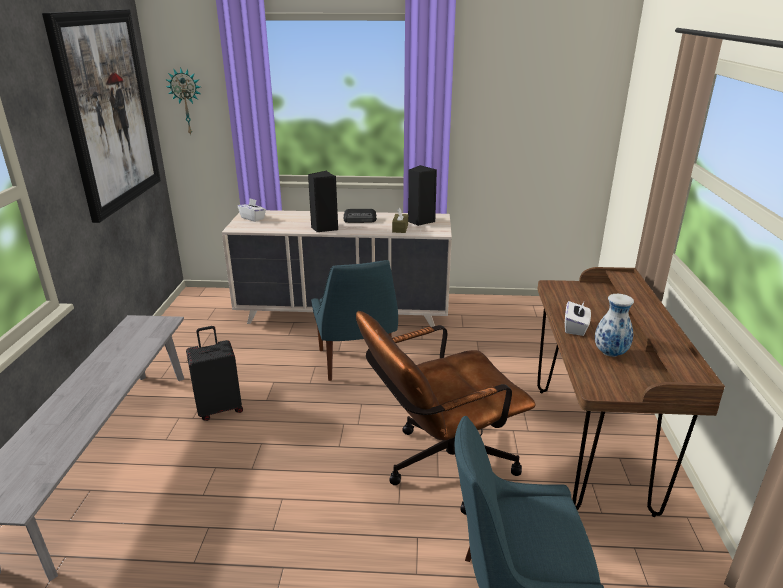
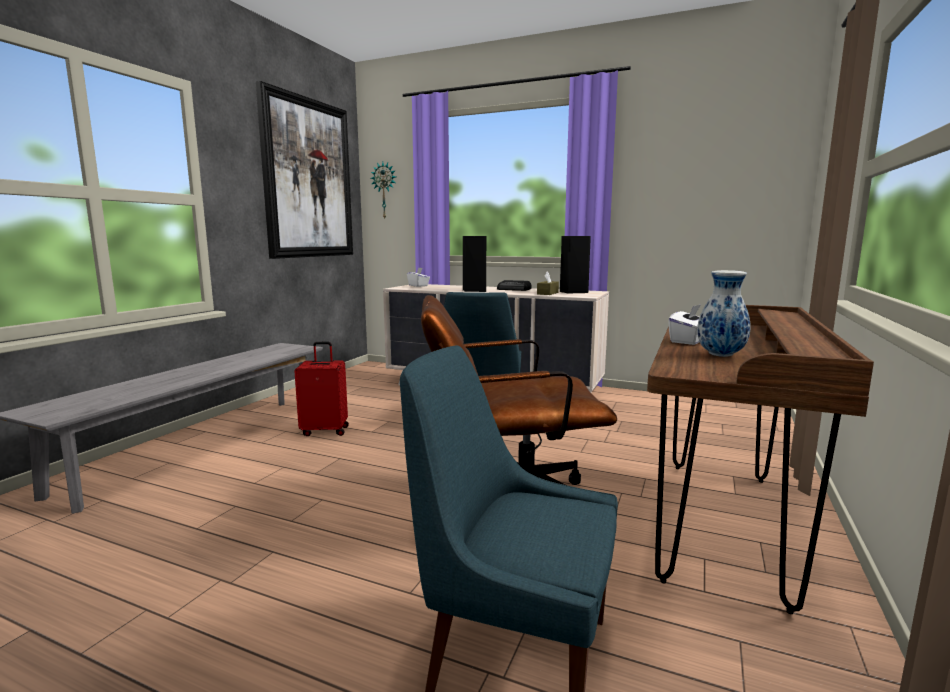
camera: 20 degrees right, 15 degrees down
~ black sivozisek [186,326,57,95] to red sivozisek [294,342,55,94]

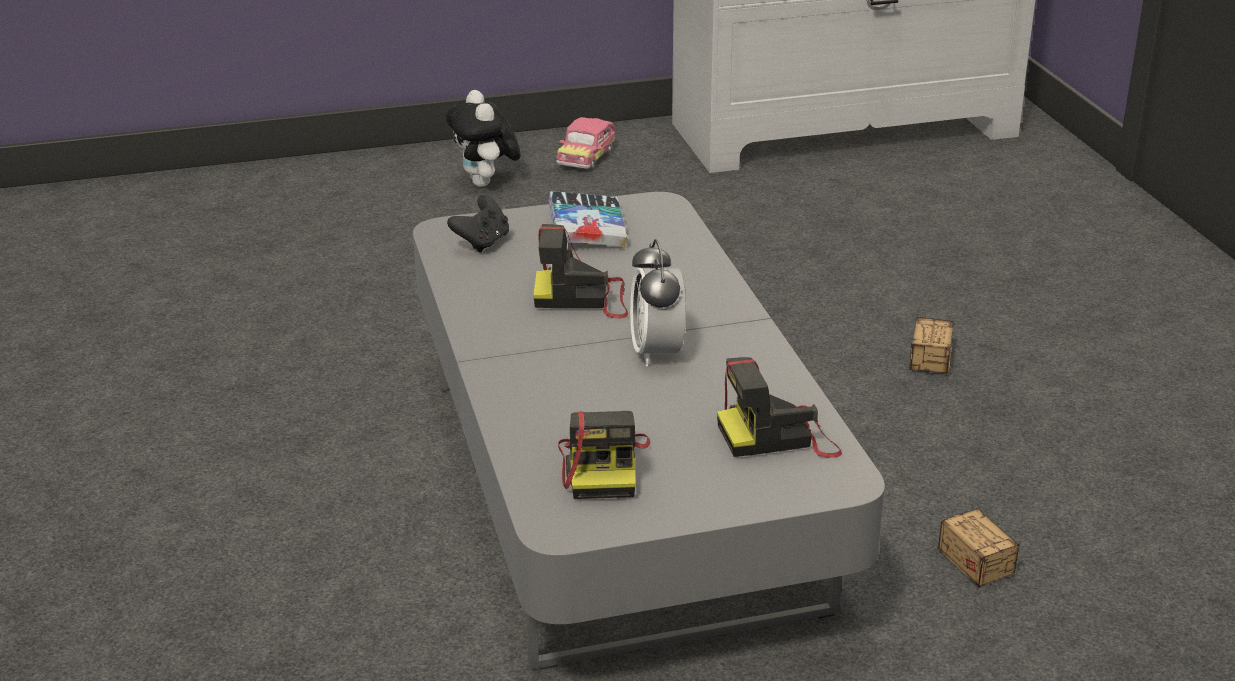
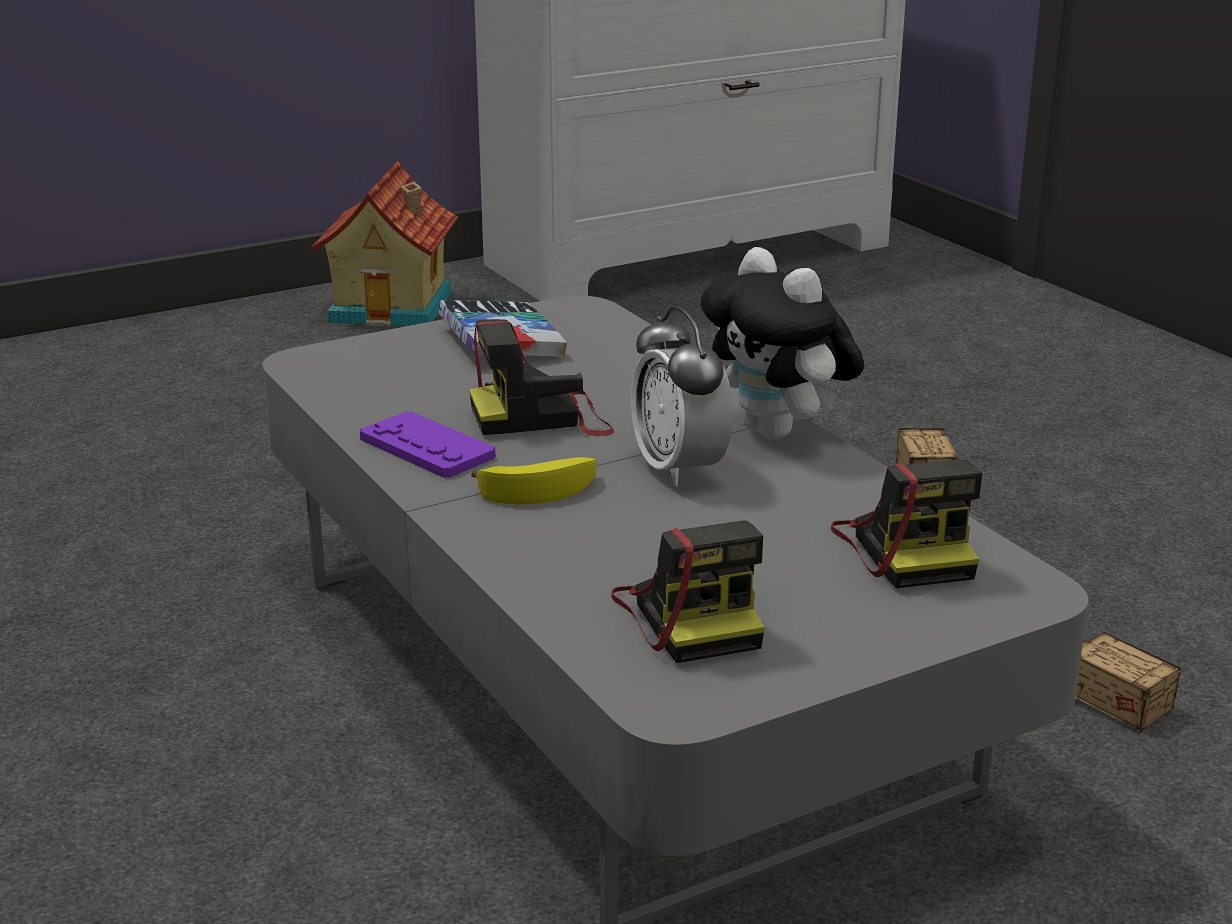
camera: 15 degrees left, 5 degrees down
~ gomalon [446,90,75,97] to [701,247,163,193]
~ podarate [556,117,59,53] to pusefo [311,161,147,166]
- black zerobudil [447,195,62,57]
~ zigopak [717,357,125,101] = [831,459,151,129] 75 degrees counterclockwise
+ purple zerobudil [360,412,135,66]
+ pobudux [471,457,125,47]

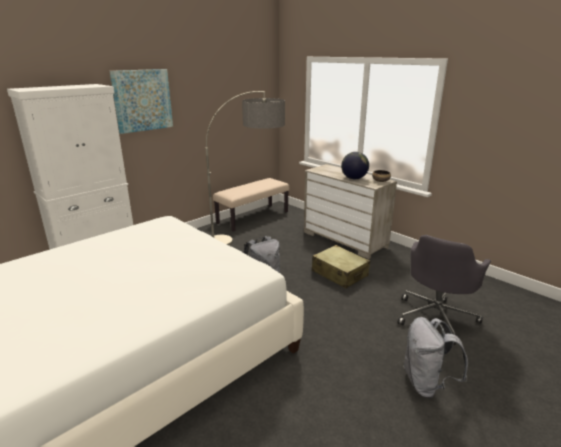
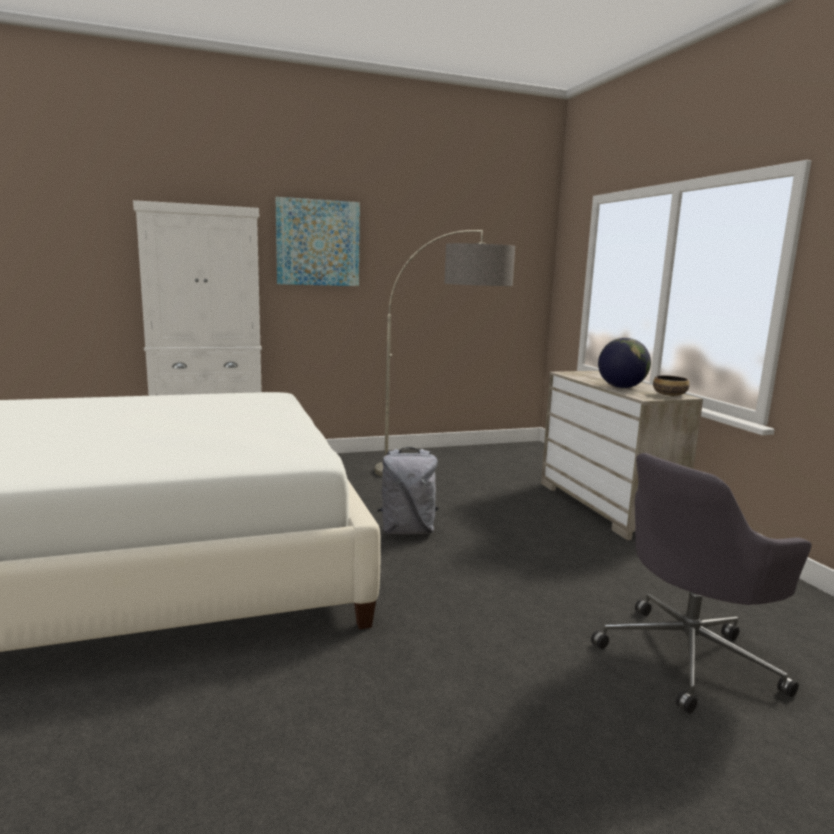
camera: 25 degrees right, 10 degrees down
- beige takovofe [213,178,77,54]
- beige sivozisek [312,245,58,43]
- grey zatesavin [403,317,65,81]

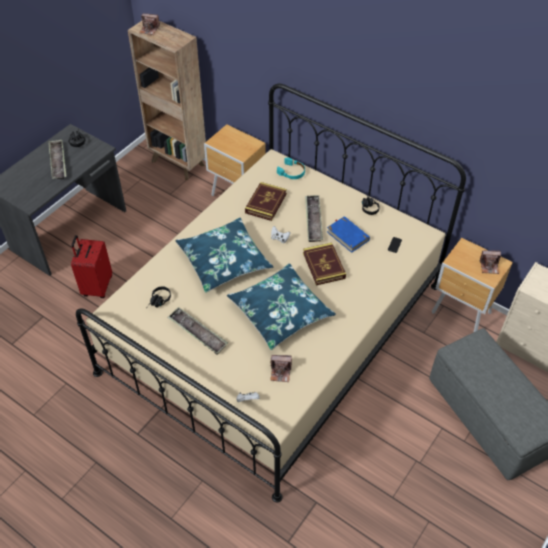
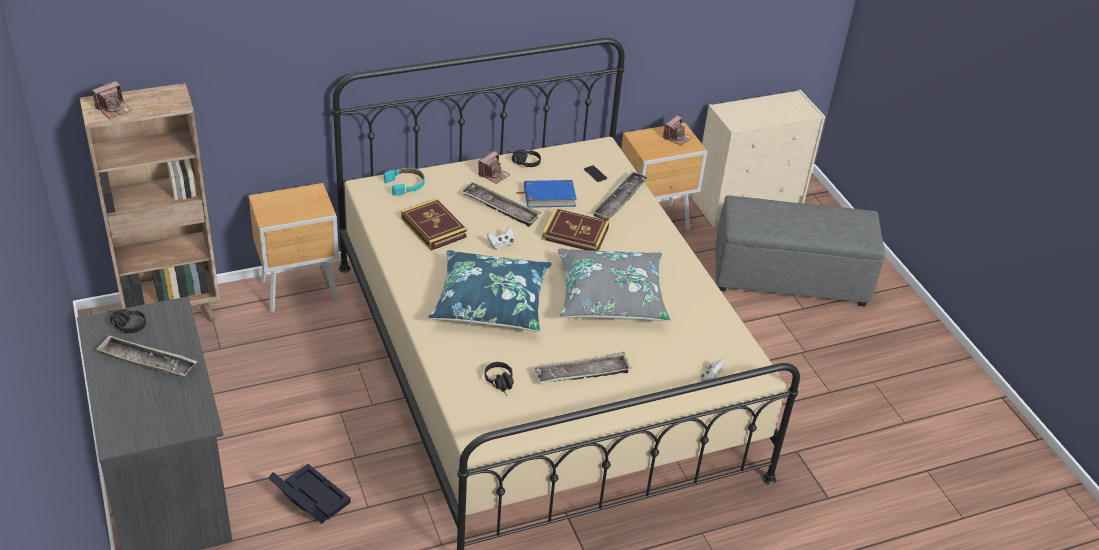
camera: 60 degrees left, 10 degrees down
~ red sivozisek [71,235,41,63] to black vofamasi [268,464,83,60]
~ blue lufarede [227,264,109,86] to grey lufarede [558,249,113,72]
~ zigopak [270,355,22,27] to [478,150,32,34]
+ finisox [592,171,56,50]

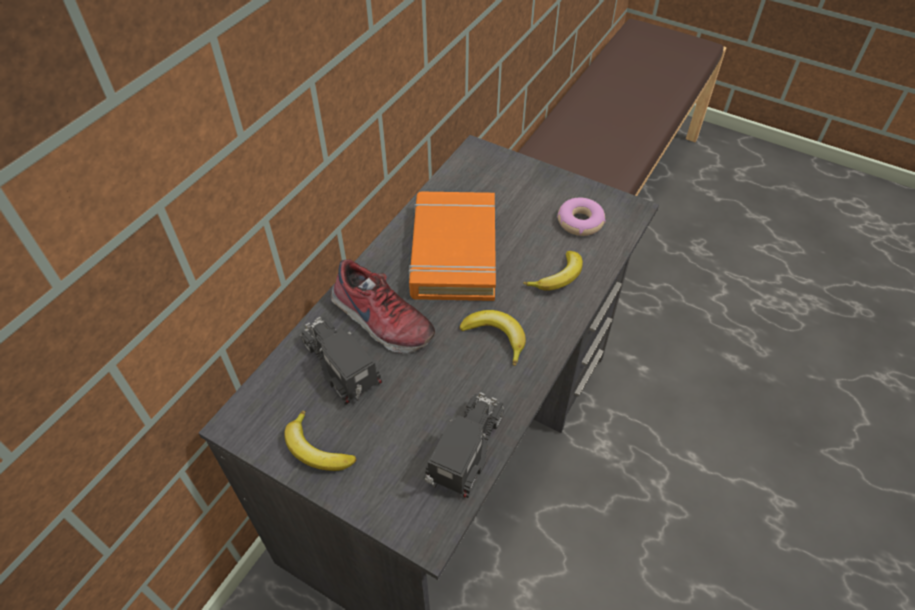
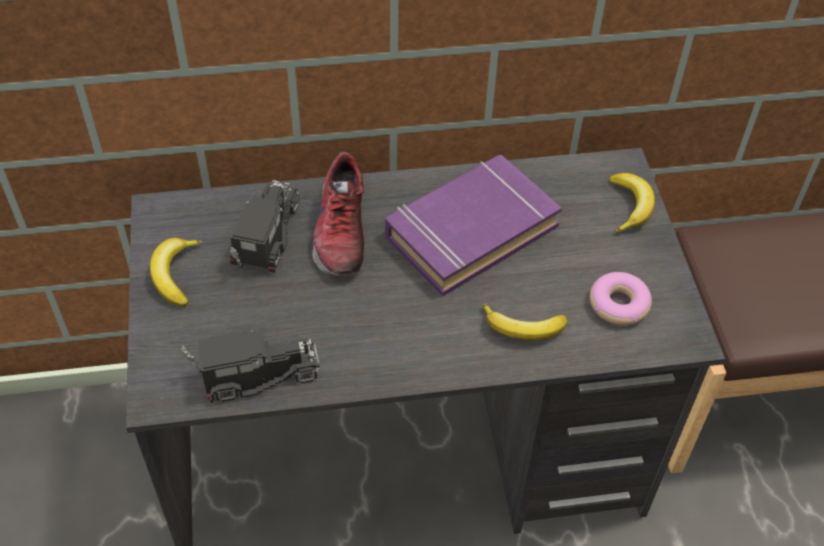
camera: 50 degrees right, 0 degrees up
~ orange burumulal [409,192,87,109] to purple burumulal [385,155,177,141]
~ pobudux [459,310,67,56] to [609,173,46,59]

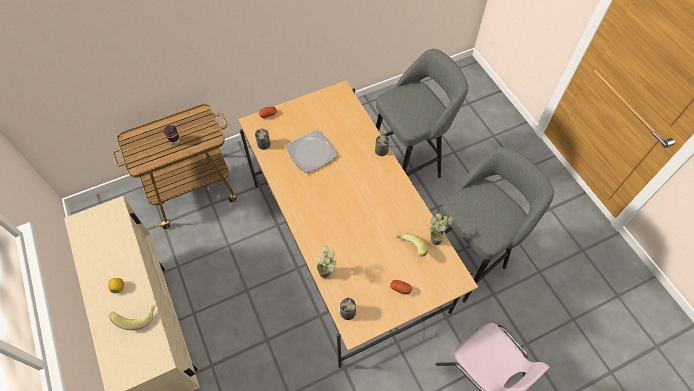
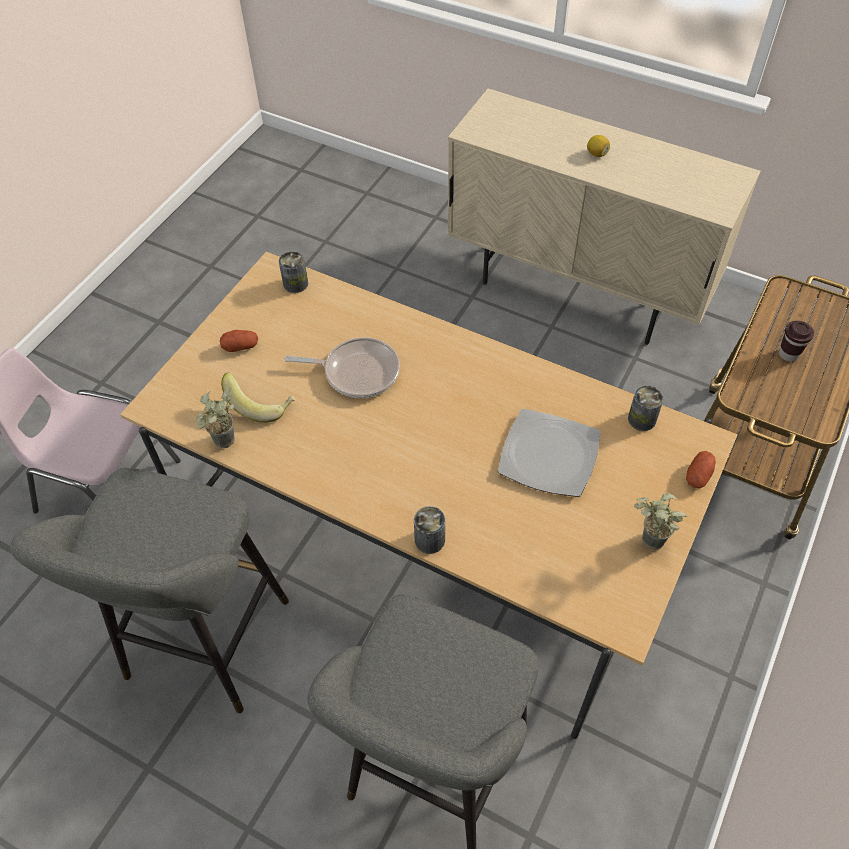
camera: 145 degrees right, 5 degrees down
~ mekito [317,246,19,32] to [634,493,54,57]
- pobudux [110,305,46,25]
+ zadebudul [284,337,116,61]

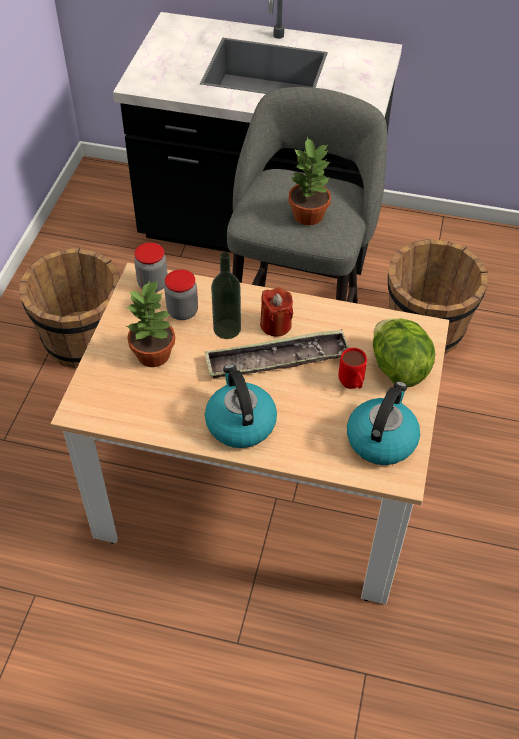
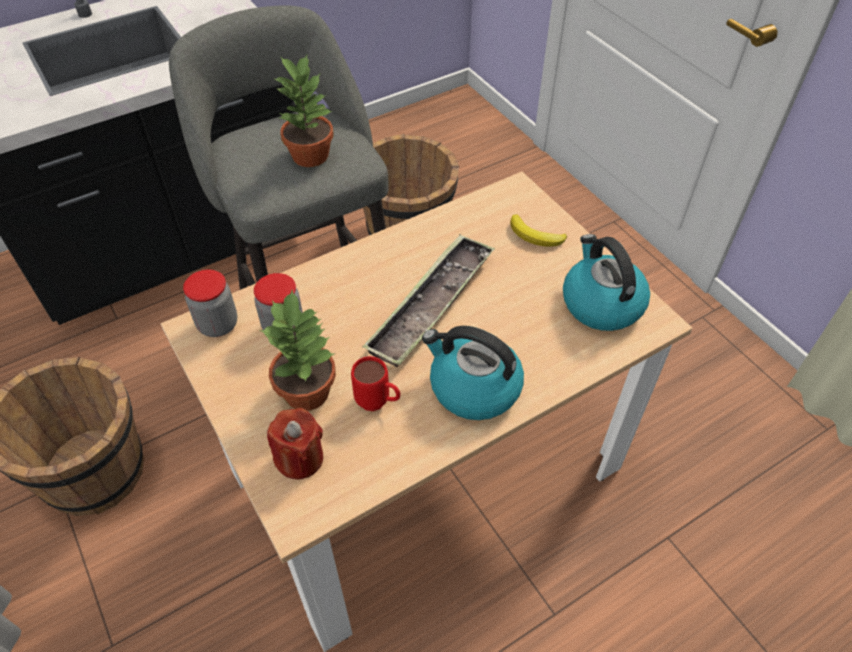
camera: 45 degrees left, 0 degrees up
- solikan [211,252,30,87]
~ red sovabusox [260,287,33,49] to [267,408,56,71]
~ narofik [373,318,62,70] to pobudux [510,214,57,33]
~ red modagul [338,348,29,41] to [351,356,49,55]

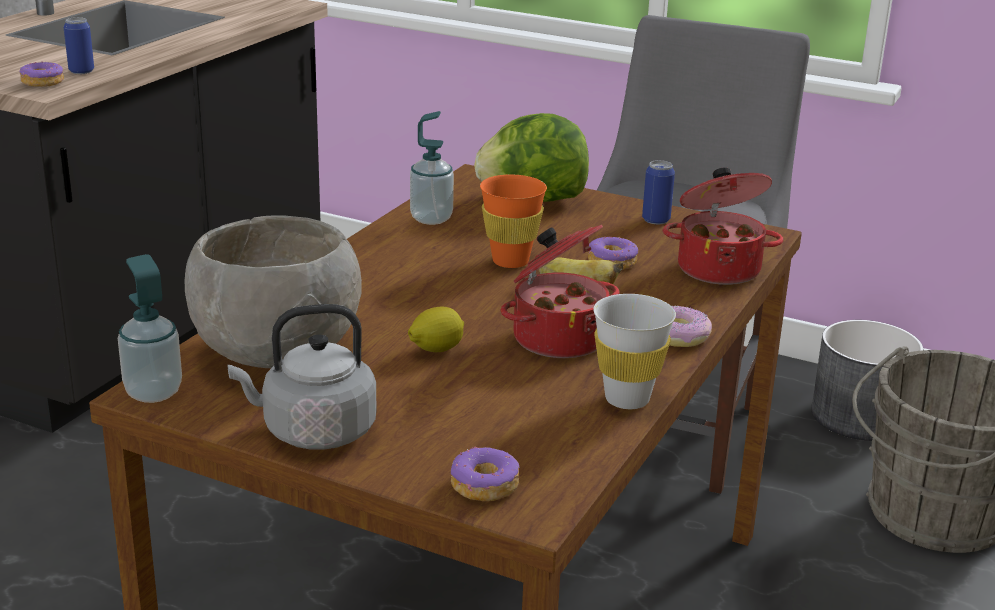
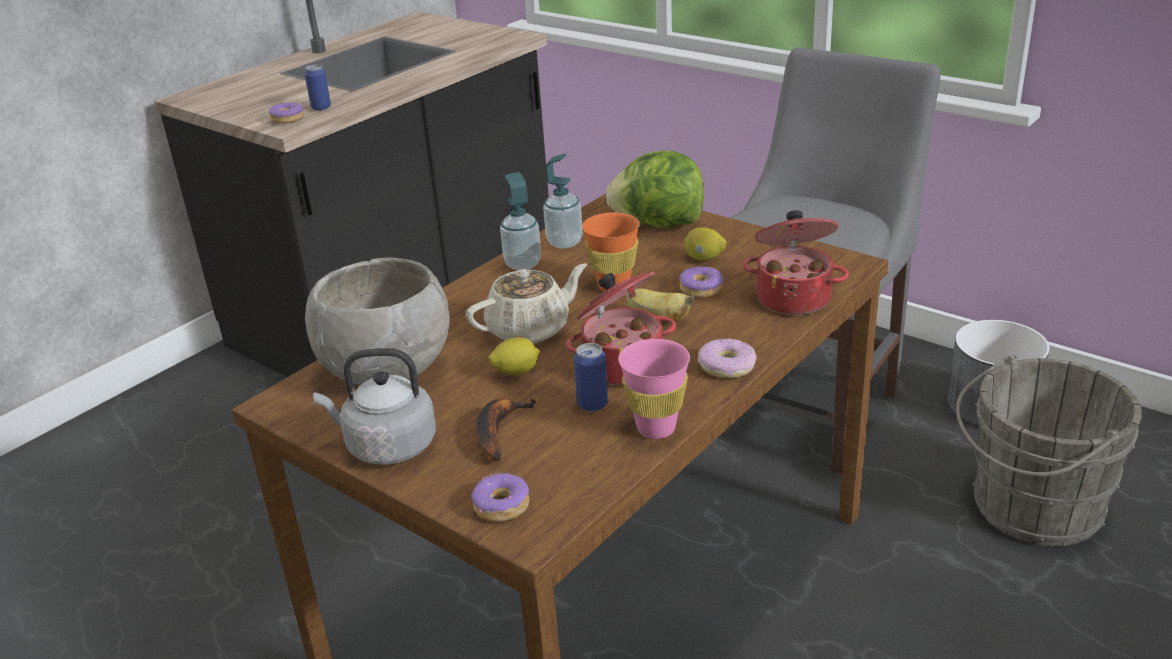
camera: 15 degrees right, 5 degrees up
~ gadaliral [642,160,33,64] to [574,343,34,69]
~ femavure [118,254,64,149] to [500,172,41,98]
~ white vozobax [593,294,83,115] to pink vozobax [618,339,72,100]
+ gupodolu [684,227,43,33]
+ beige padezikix [466,263,121,81]
+ pobudux [476,398,60,63]

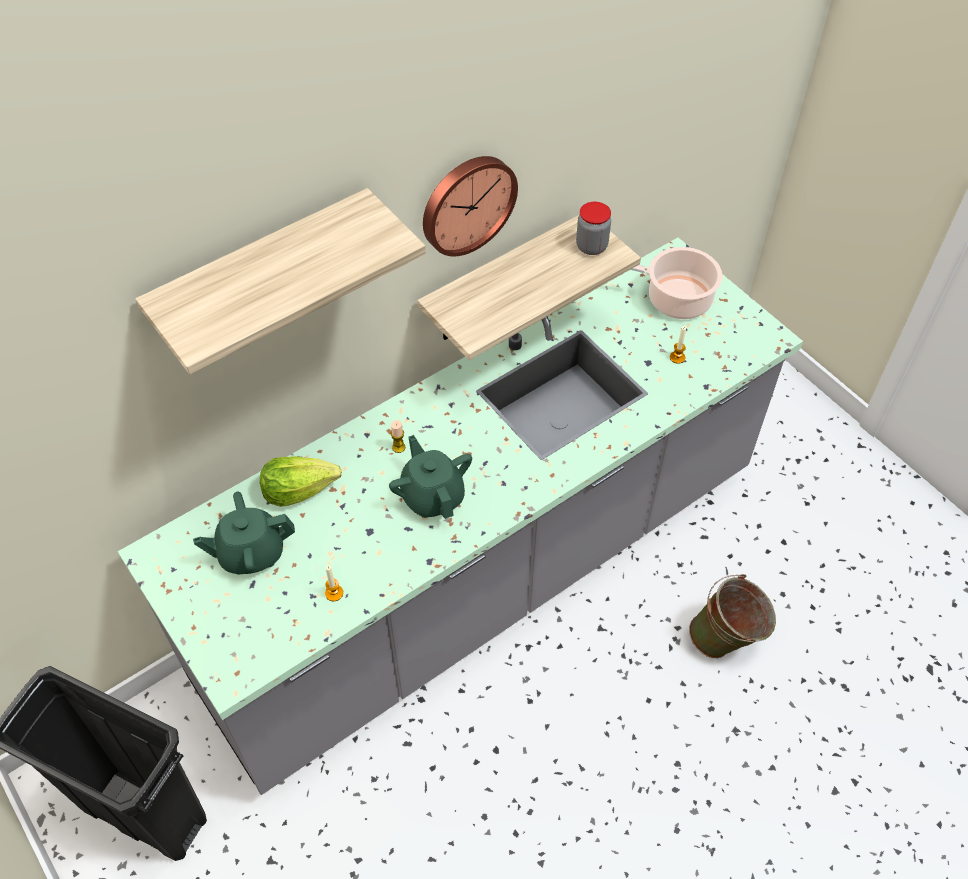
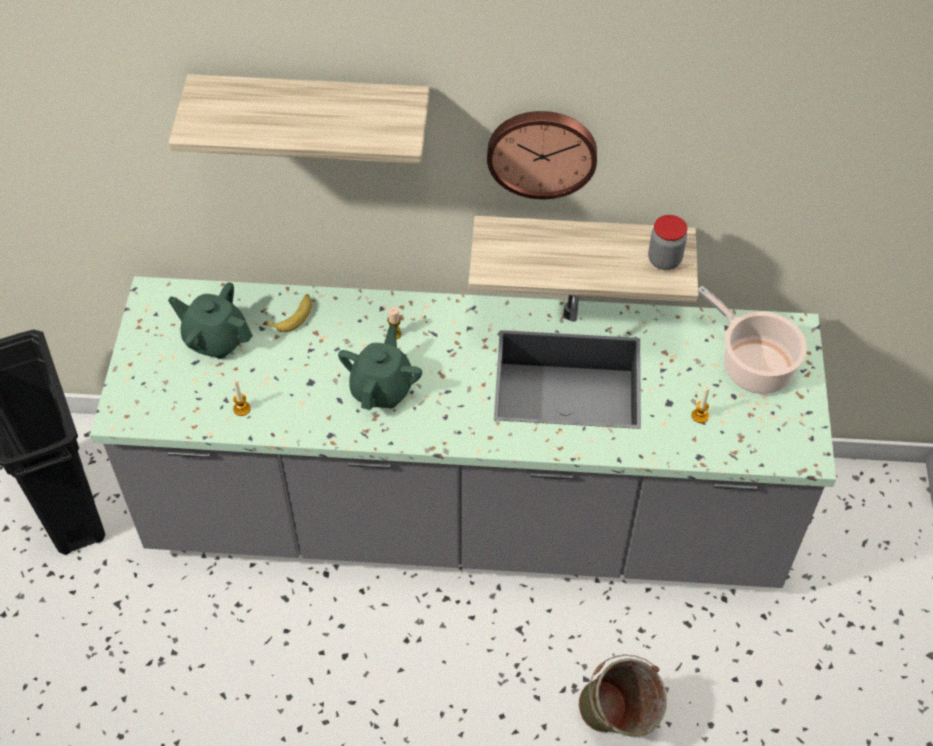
camera: 40 degrees right, 0 degrees up
~ narofik [260,456,82,51] to pobudux [263,294,50,38]

